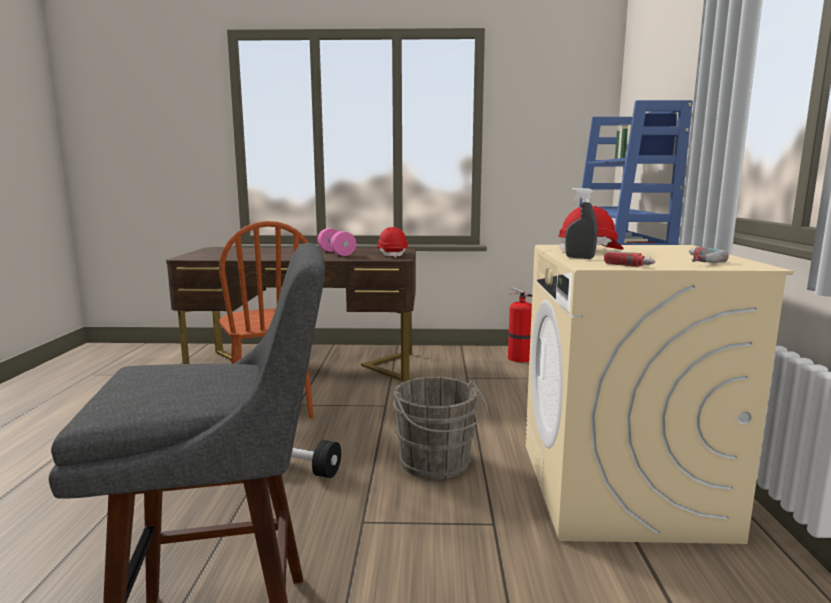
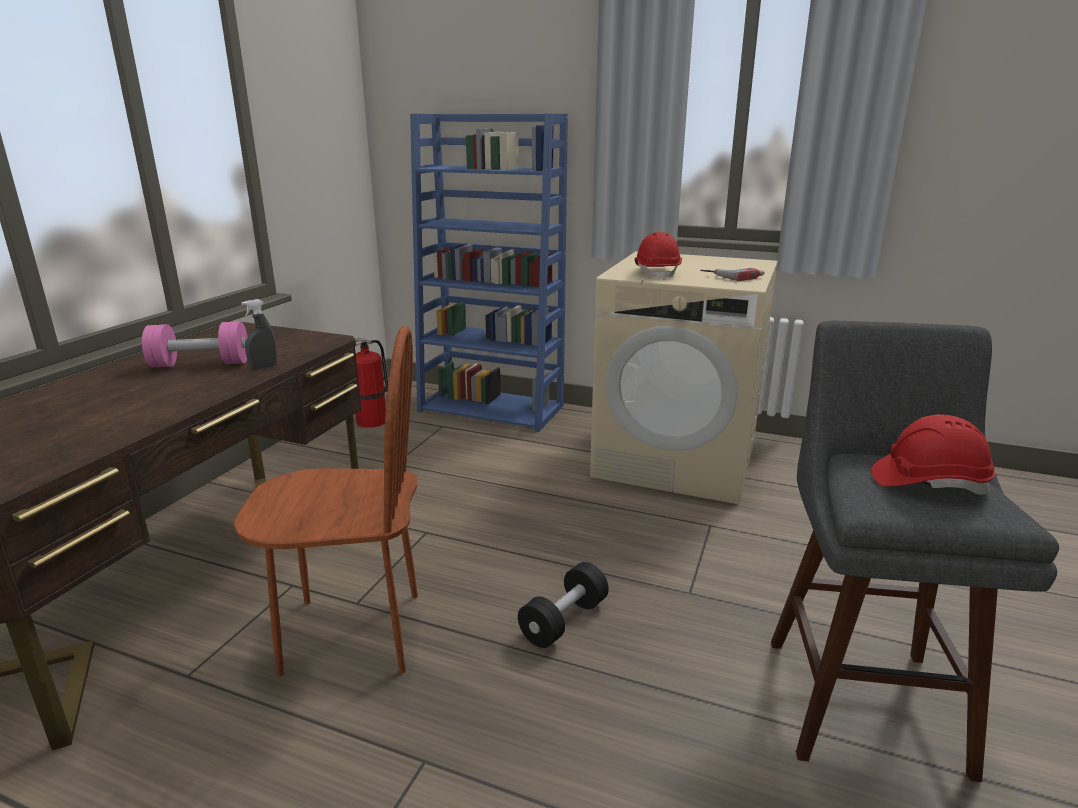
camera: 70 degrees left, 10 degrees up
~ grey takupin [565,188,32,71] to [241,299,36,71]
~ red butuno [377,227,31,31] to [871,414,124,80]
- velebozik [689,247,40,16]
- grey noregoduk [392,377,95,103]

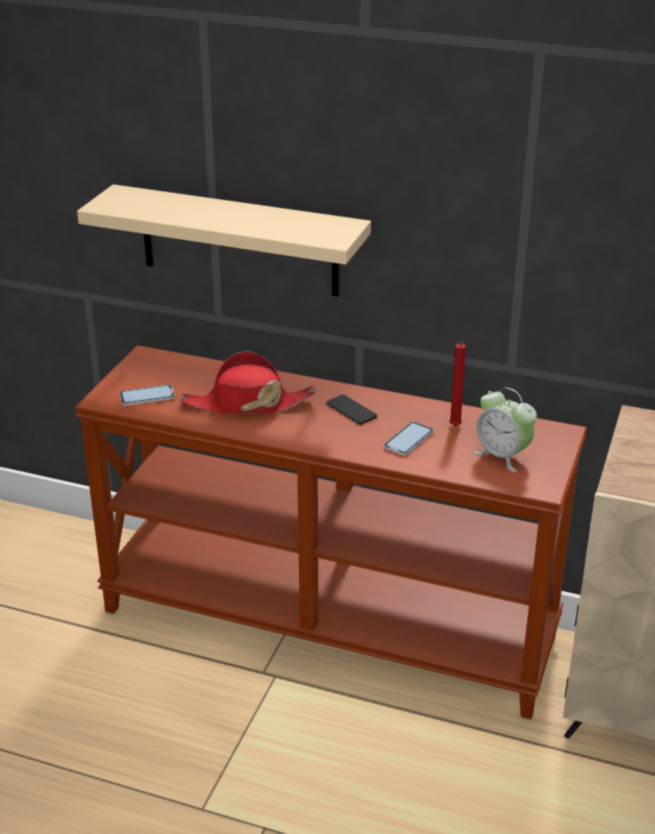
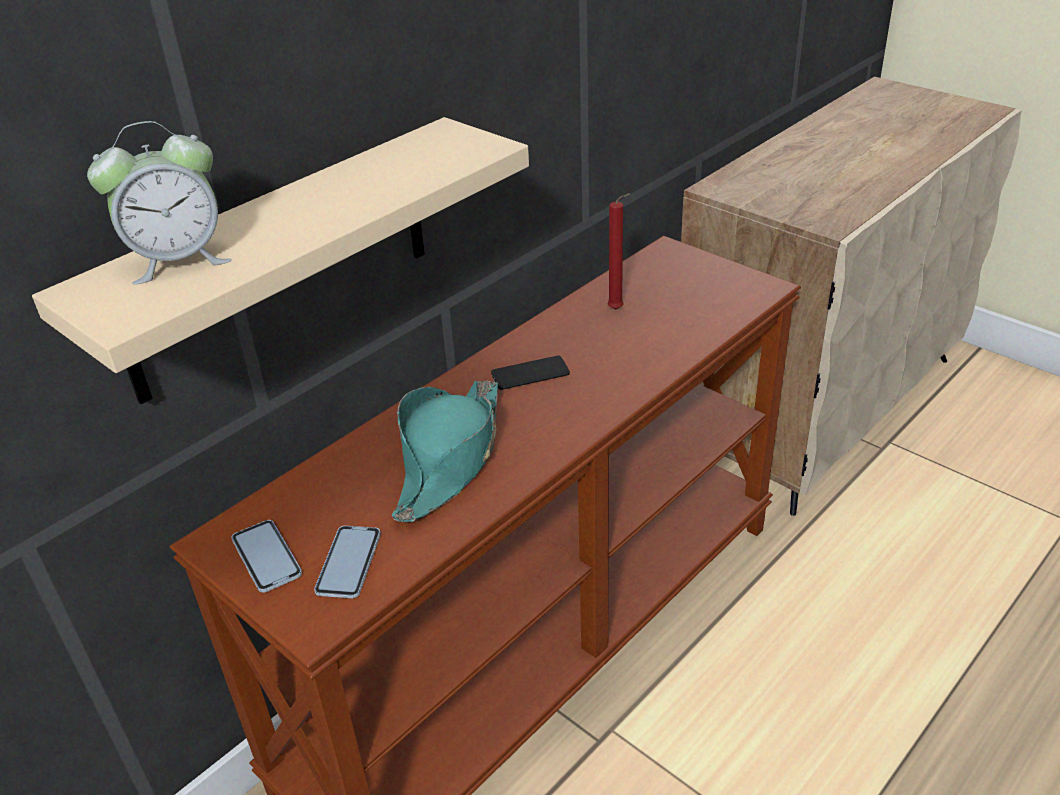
camera: 65 degrees left, 5 degrees up
~ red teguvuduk [180,351,136,63] to turquoise teguvuduk [392,380,106,142]
~ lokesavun [474,387,63,85] to [87,121,145,164]
~ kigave [383,422,50,33] to [231,520,71,73]

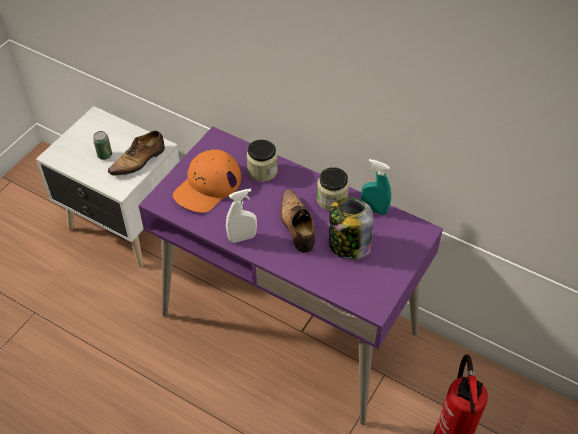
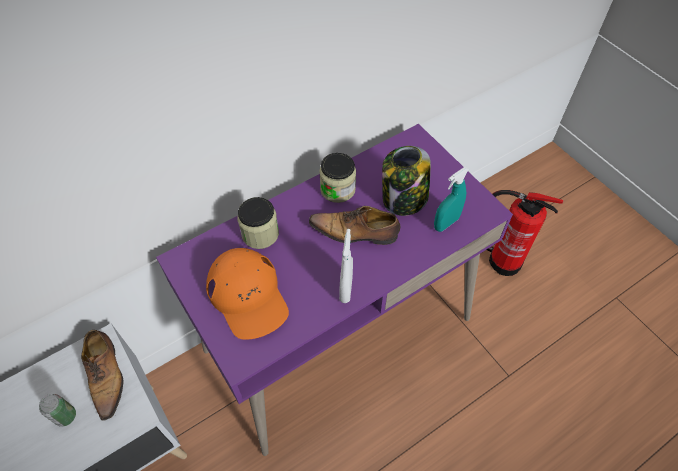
camera: 65 degrees left, 5 degrees up
~ turquoise takupin [361,159,30,56] to [434,167,36,65]

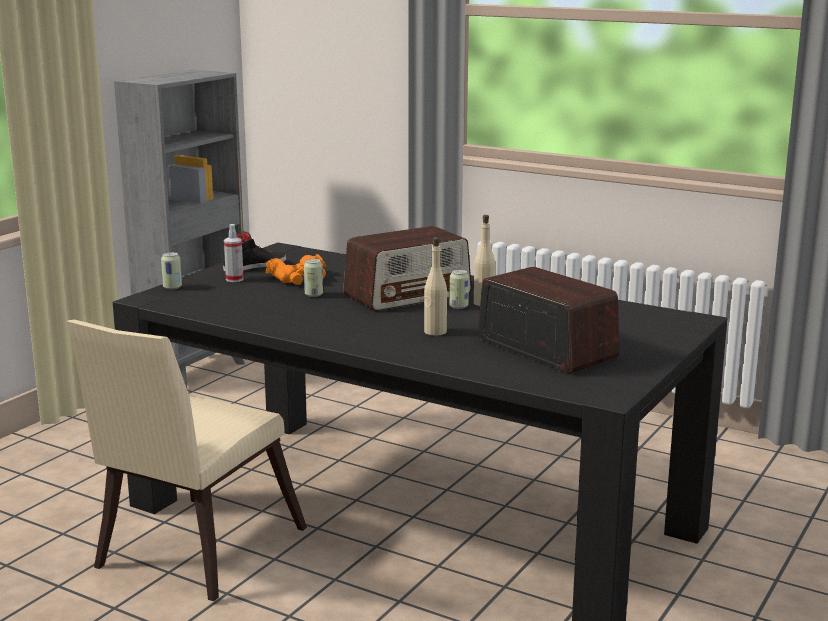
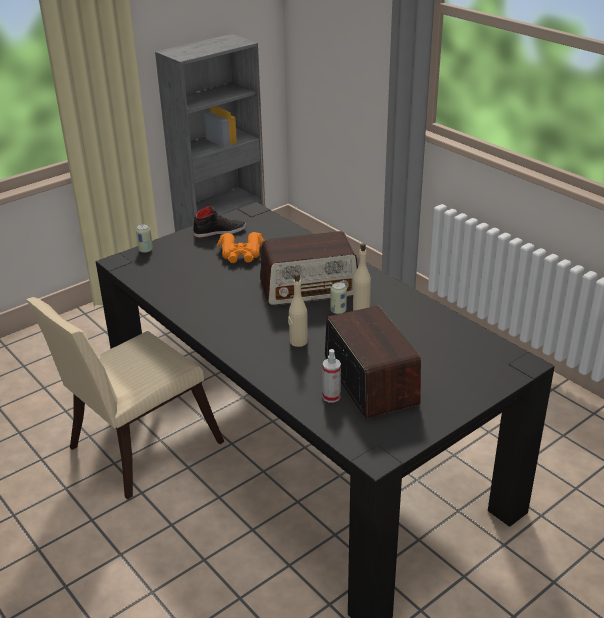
camera: 20 degrees right, 15 degrees up
~ takupin [224,224,20,58] to [322,349,19,53]
- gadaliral [304,259,19,38]

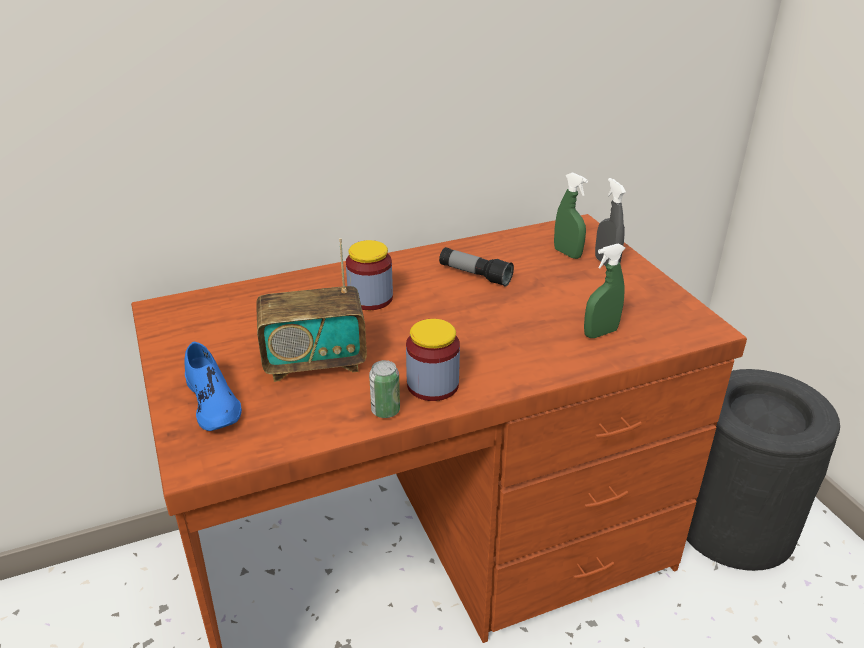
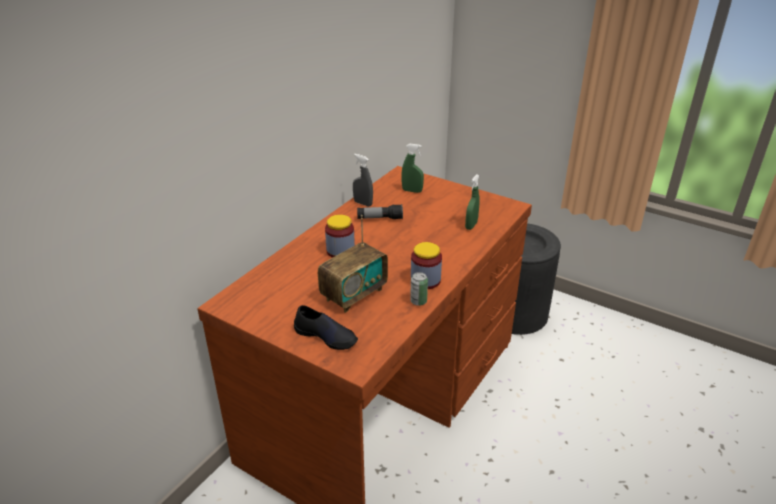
camera: 35 degrees left, 0 degrees up
~ grey takupin [595,178,31,88] to [353,154,20,53]
~ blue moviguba [185,342,57,89] to black moviguba [294,305,64,45]

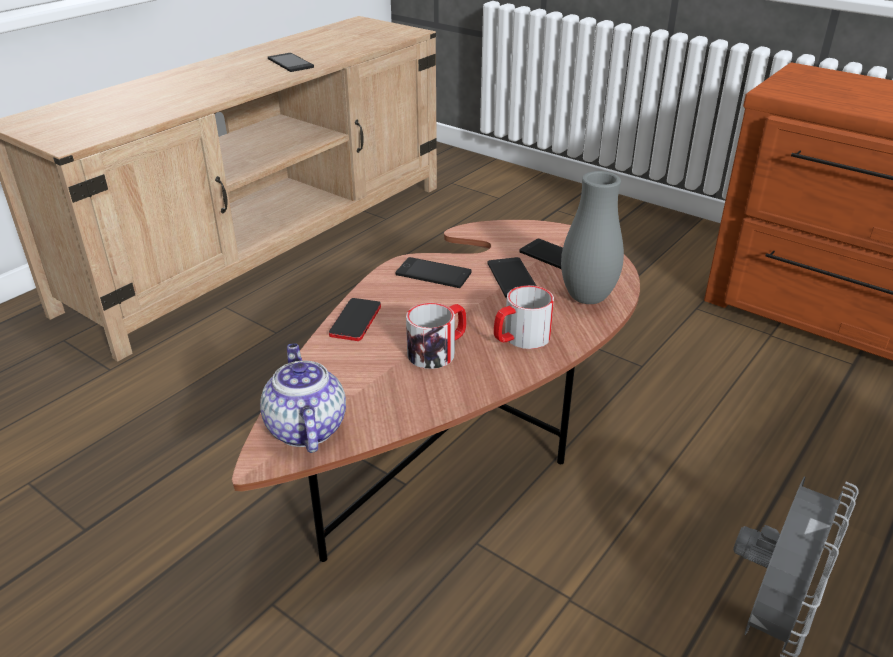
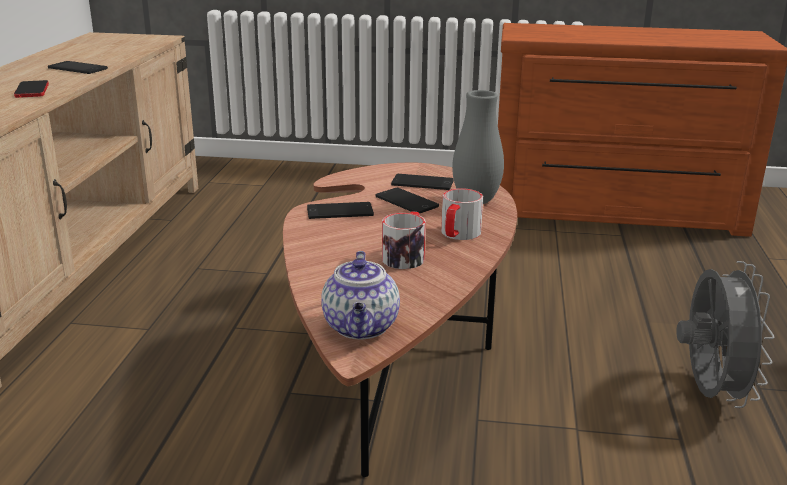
camera: 30 degrees left, 10 degrees down
~ kigave [329,298,52,43] to [14,80,35,18]
~ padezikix [260,344,86,109] = [321,251,79,88] 135 degrees counterclockwise

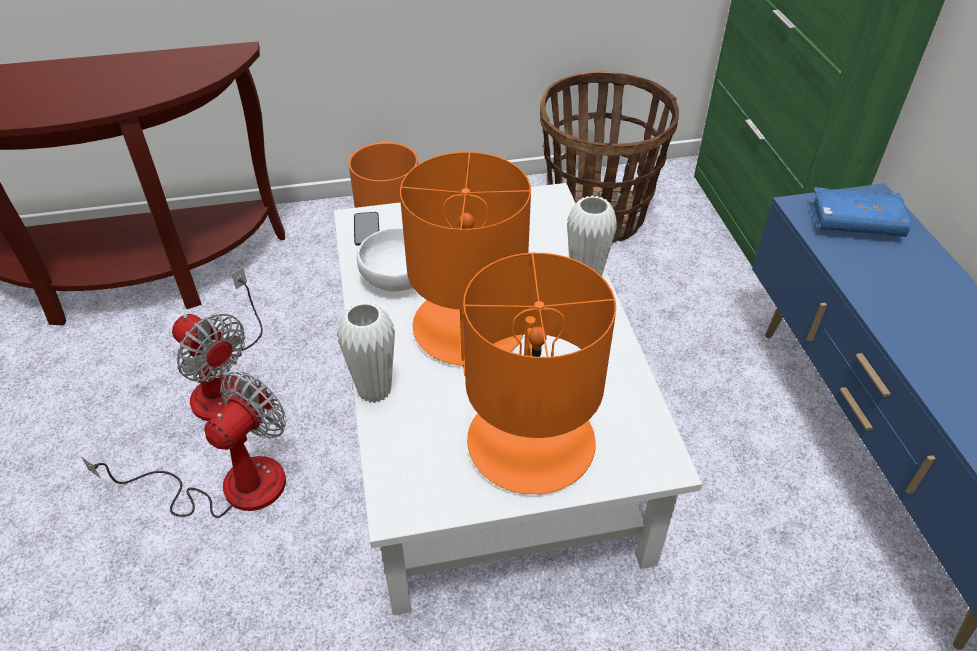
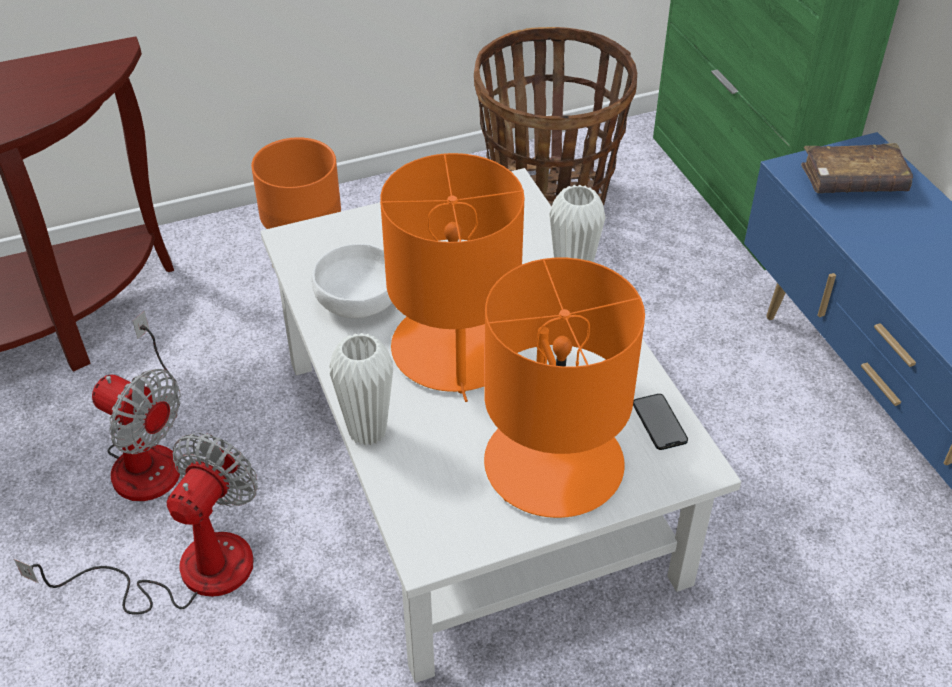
camera: 10 degrees left, 0 degrees up
~ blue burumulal [809,187,103,50] to brown burumulal [801,143,112,50]
~ kigave [354,212,26,34] to [633,394,55,56]

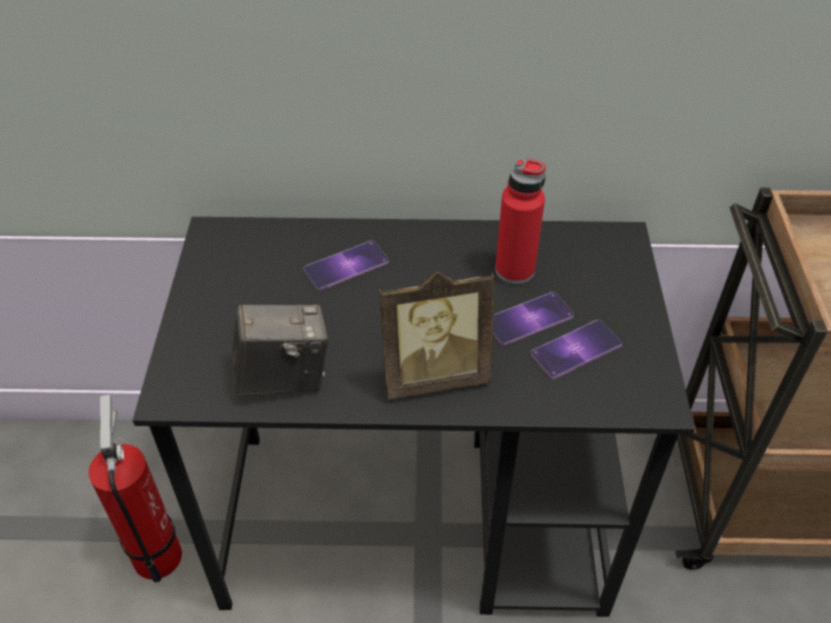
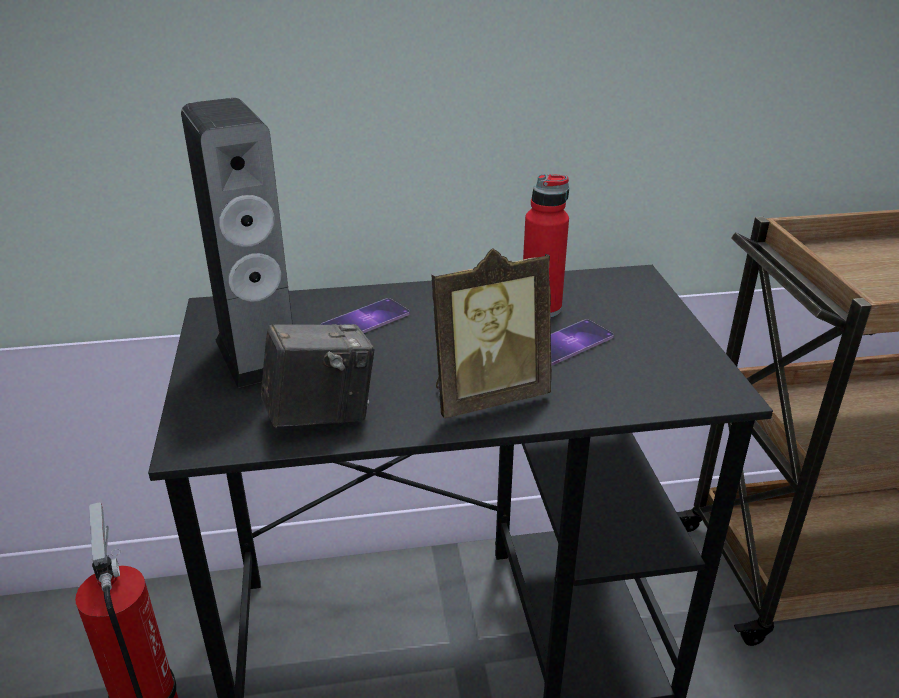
camera: 10 degrees left, 15 degrees down
- kigave [531,320,91,59]
+ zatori [181,98,111,290]

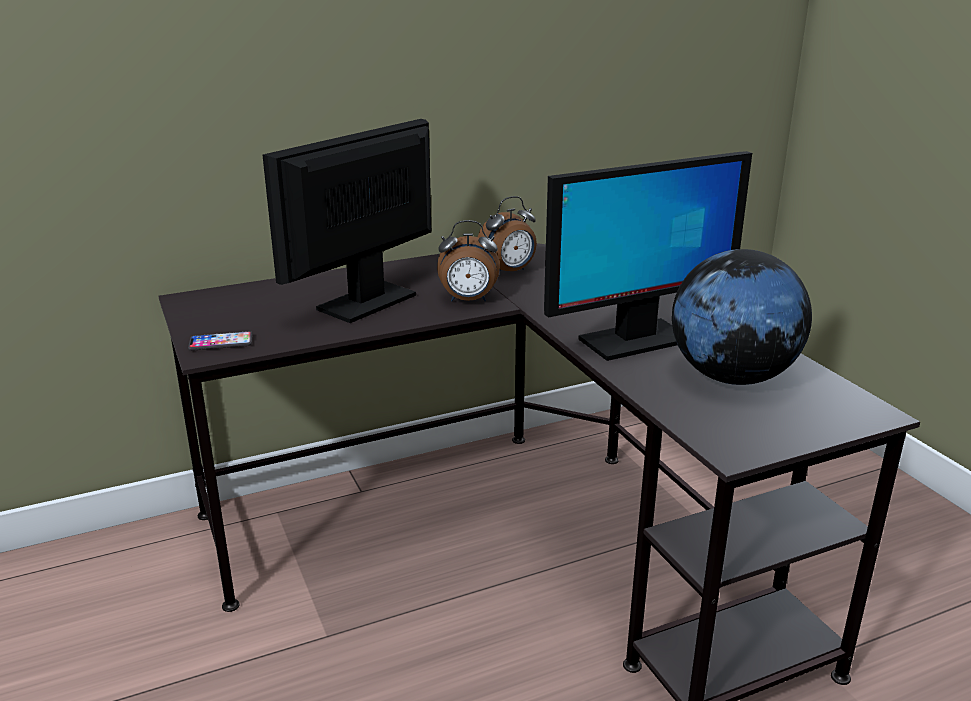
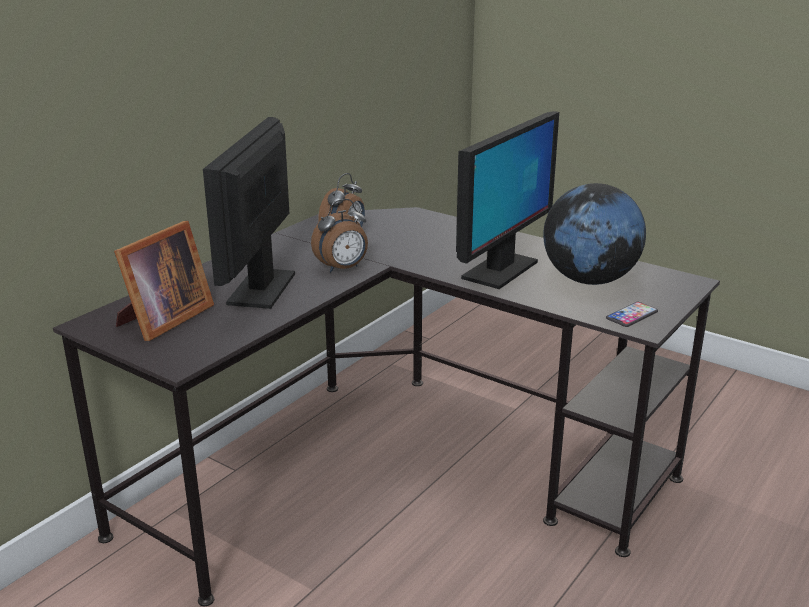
camera: 30 degrees left, 0 degrees up
~ kigave [188,331,64,20] to [606,302,52,25]
+ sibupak [114,221,100,120]

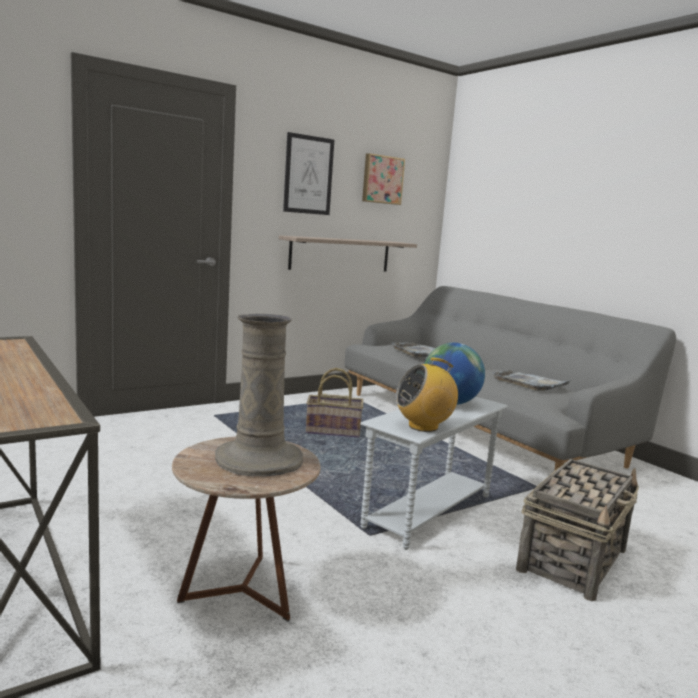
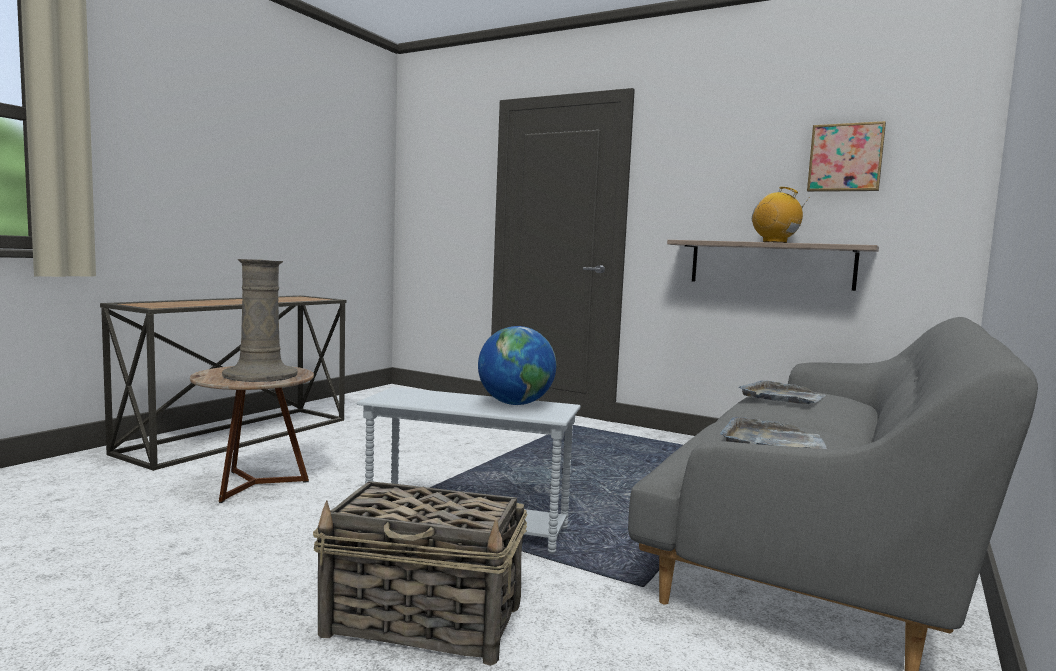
camera: 65 degrees right, 5 degrees down
- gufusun [283,132,51,83]
~ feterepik [395,358,63,74] to [752,187,57,56]
- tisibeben [306,368,57,69]

